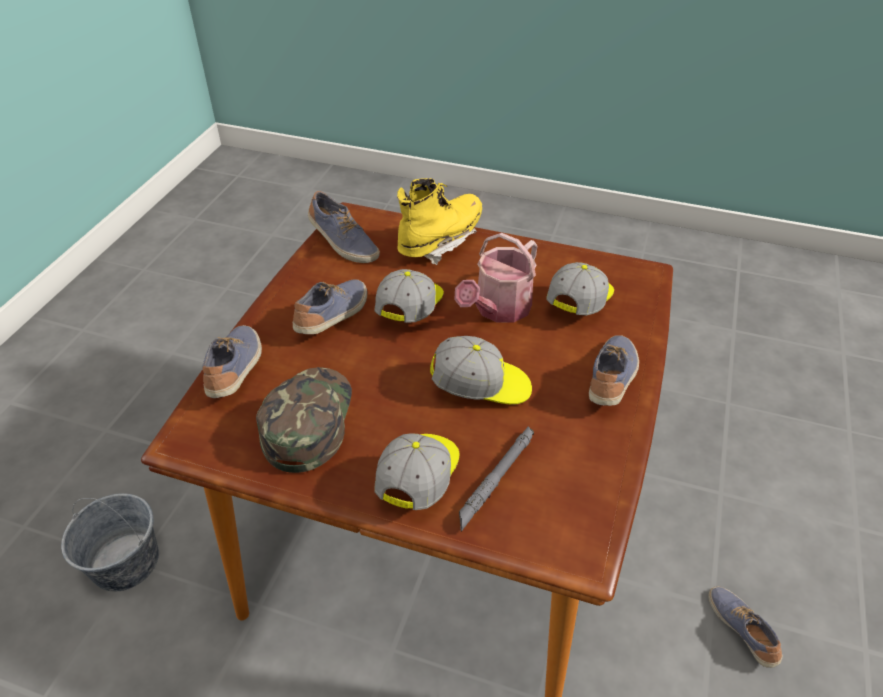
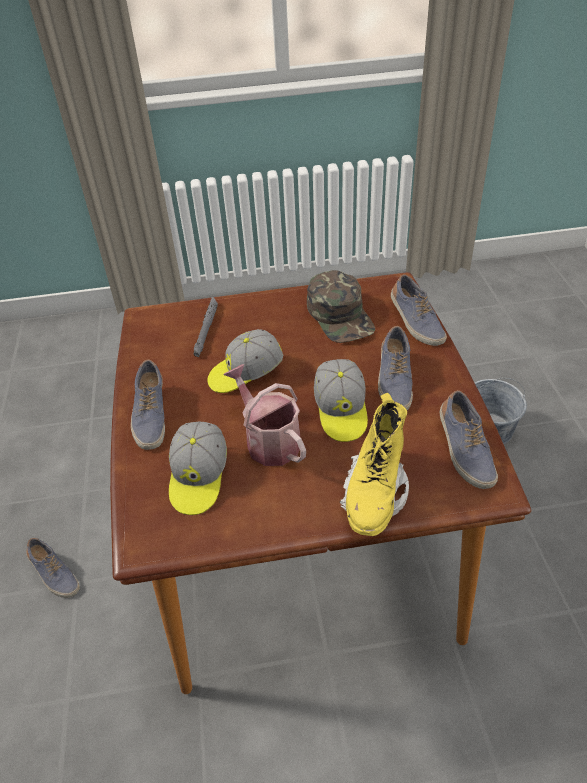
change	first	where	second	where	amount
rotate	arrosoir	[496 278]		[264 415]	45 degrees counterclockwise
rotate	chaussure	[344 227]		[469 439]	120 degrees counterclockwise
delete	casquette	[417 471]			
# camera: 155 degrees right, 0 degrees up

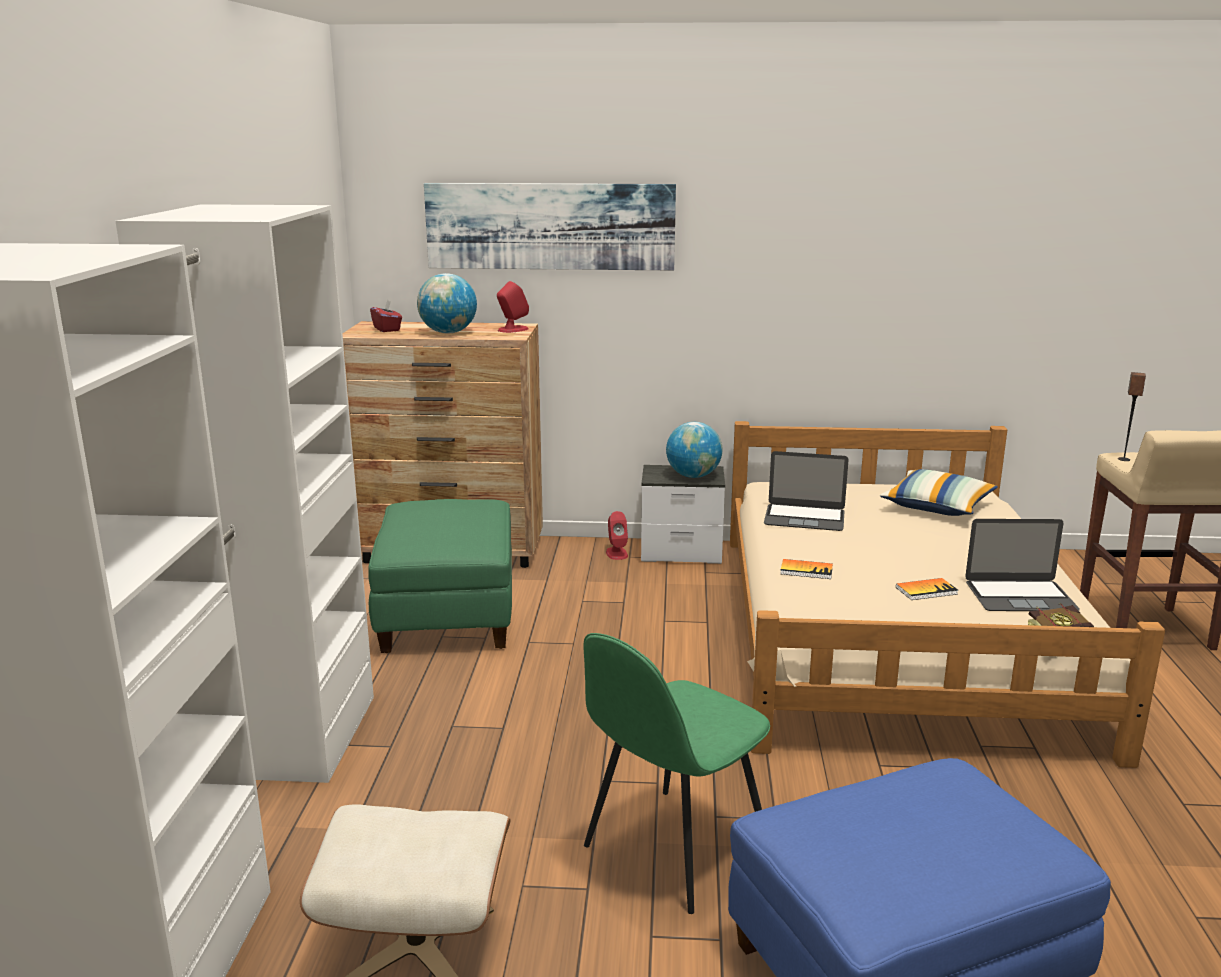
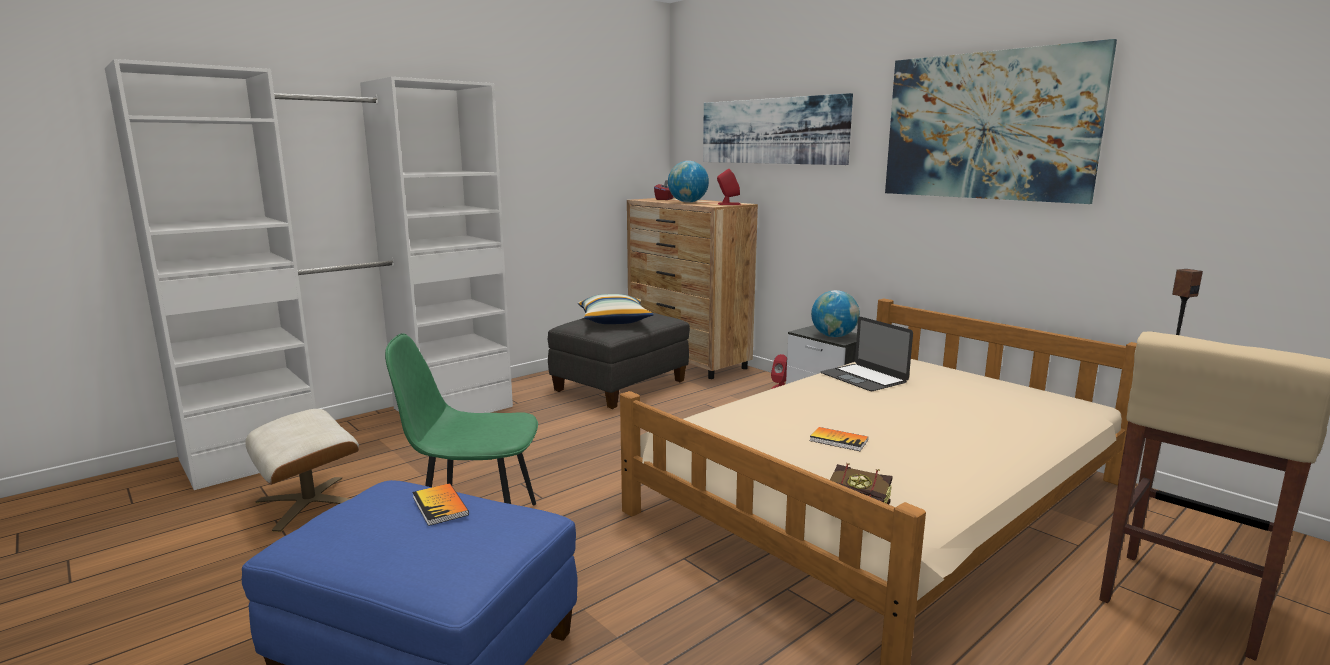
change	first	where	second	where	amount
move	livre	[806 569]		[440 504]	
recolor	pouf (vert)	[440 576]	pouf (gris)	[619 360]	
move	coussin	[939 492]		[616 309]	
insert			tableau	[1001 121]	
delete	ordinateur portable	[1022 565]			
# camera: 45 degrees right, 5 degrees down

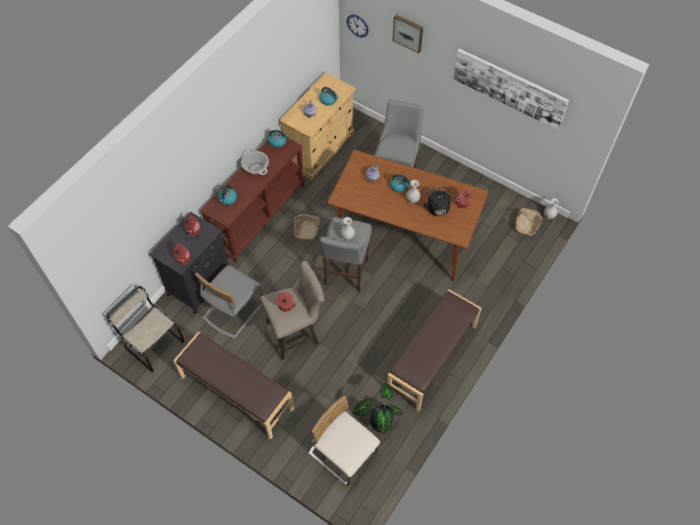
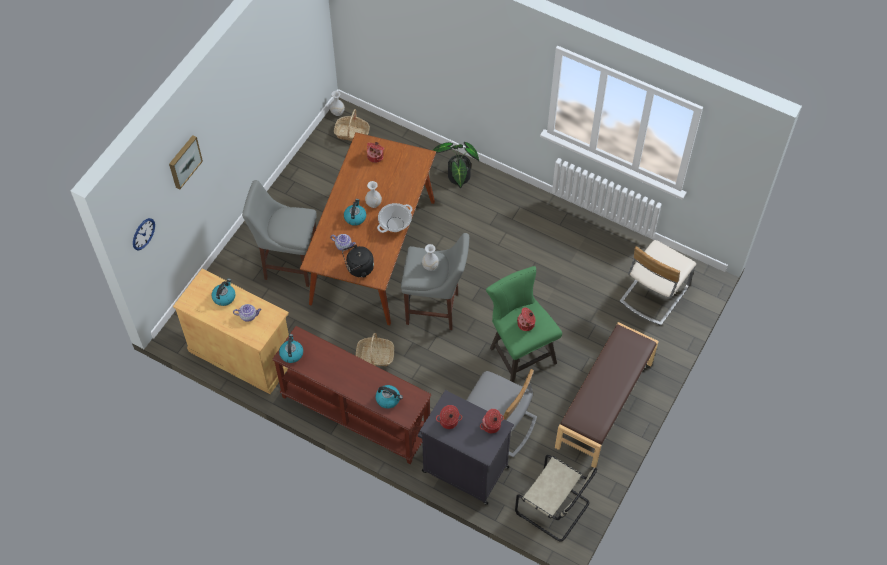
change	first	where	second	where	amount
move	bouilloire (noir)	[437 201]		[358 261]	
move	marmite	[255 163]		[394 218]	
move	plante en pot	[377 408]		[456 165]	
recolor	tabouret (beige)	[292 310]	tabouret (vert)	[524 324]	
rotate	chaise (beige)	[146 329]		[556 498]	90 degrees counterclockwise
delete	banc (marron)	[434 350]			
delete	tableau	[511 89]			
# camera: 95 degrees left, 0 degrees up

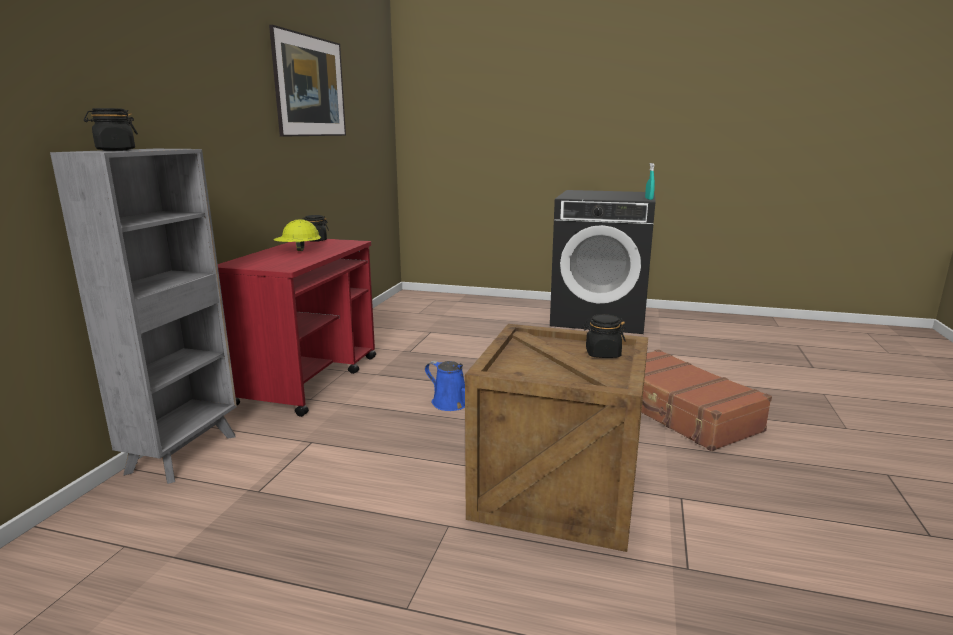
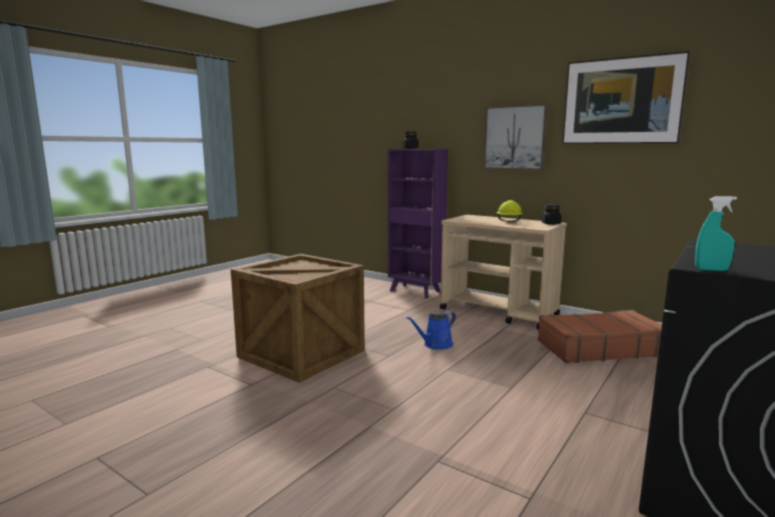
change	first	where	second	where	amount
recolor	bibliothèque (gris)	[143 316]	bibliothèque (violet)	[418 223]	
recolor	chariot (rouge)	[297 328]	chariot (beige)	[503 272]	
insert			tableau	[516 137]	
move	valise (marron)	[706 400]		[600 336]	
delete	bocal (noir)	[604 336]			
# camera: 110 degrees right, 5 degrees down

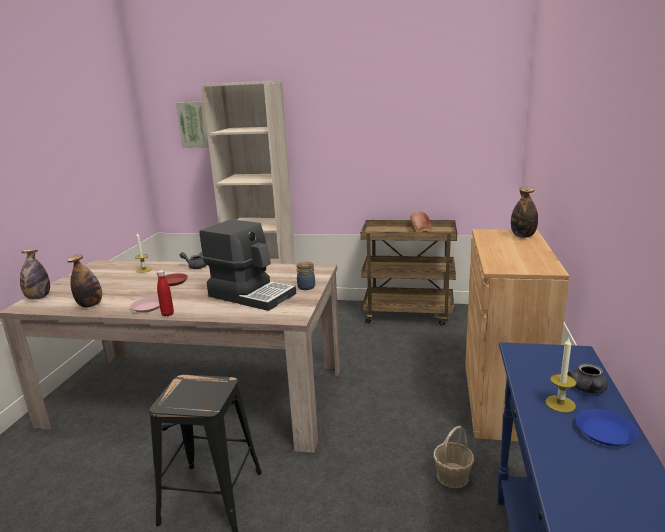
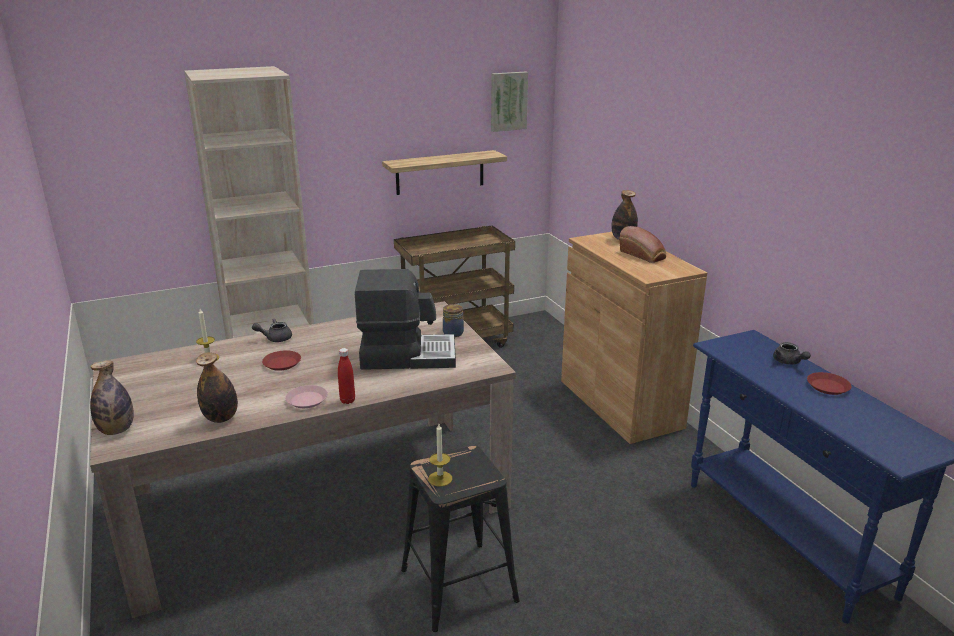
change	first	where	second	where	amount
insert			étagère	[444 172]	
move	bougie	[561 375]		[440 455]	
move	tableau	[192 124]		[509 102]	
move	pain	[421 221]		[642 244]	
recolor	assiette (bleu)	[607 427]	assiette (rouge)	[829 383]	
delete	panier	[453 457]			
# camera: 35 degrees left, 5 degrees up

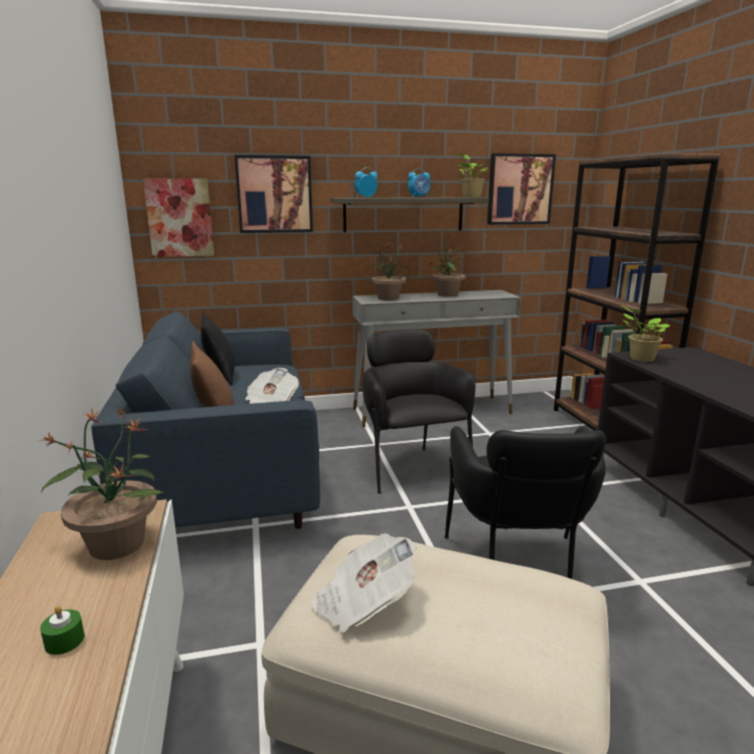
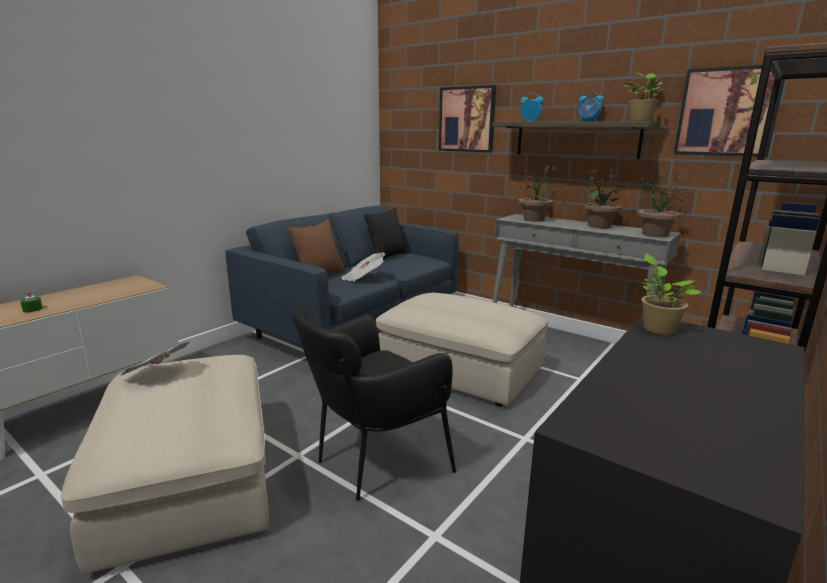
change	first	where	second	where	amount
replace	fauteuil (noir)	[419 411]	pouf (beige)	[462 350]	
move	plante en pot	[102 483]		[659 204]	
delete	tableau	[178 218]			
# camera: 50 degrees right, 0 degrees up

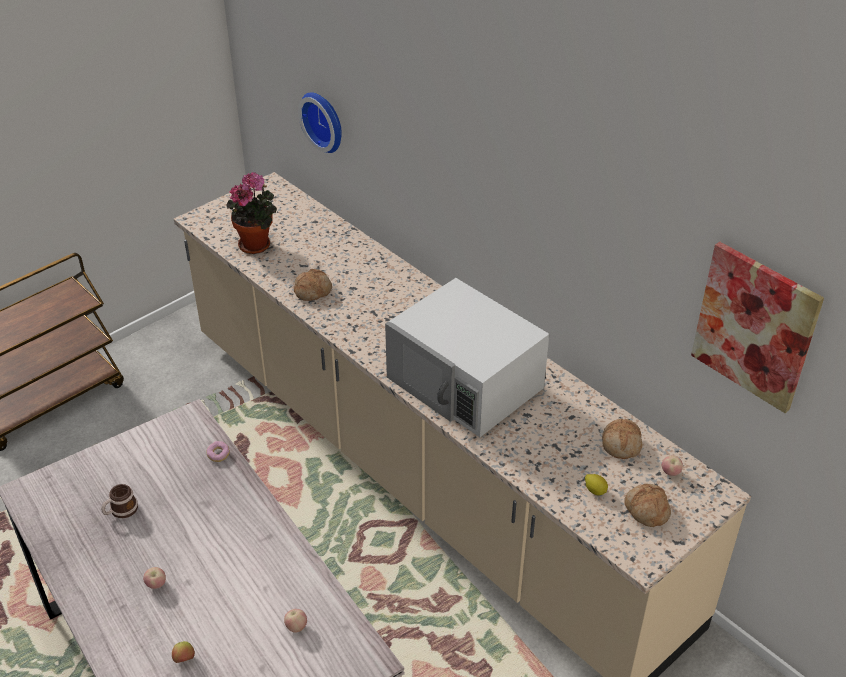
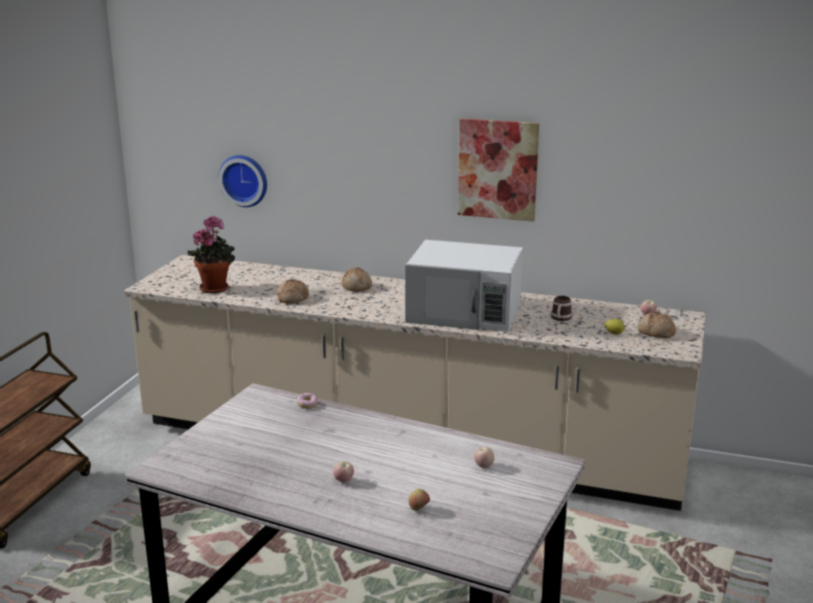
change	first	where	second	where	amount
move	pain	[622 439]		[356 280]	
move	tableau	[757 327]		[498 170]	
move	mug	[119 501]		[561 308]	
# camera: 30 degrees left, 20 degrees down

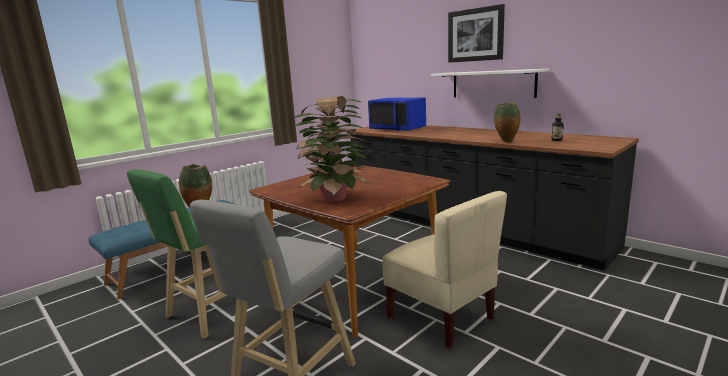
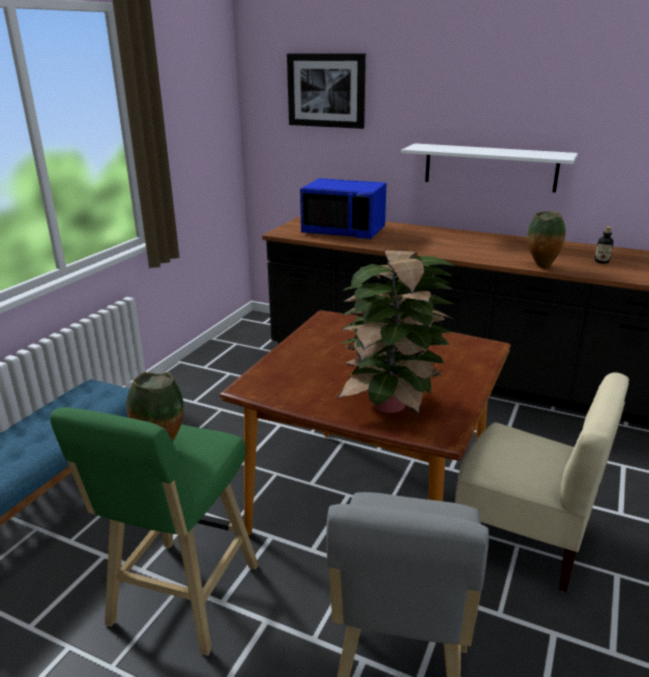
change	first	where	second	where	amount
move	tableau	[476 33]		[326 91]	
# camera: 20 degrees left, 10 degrees up

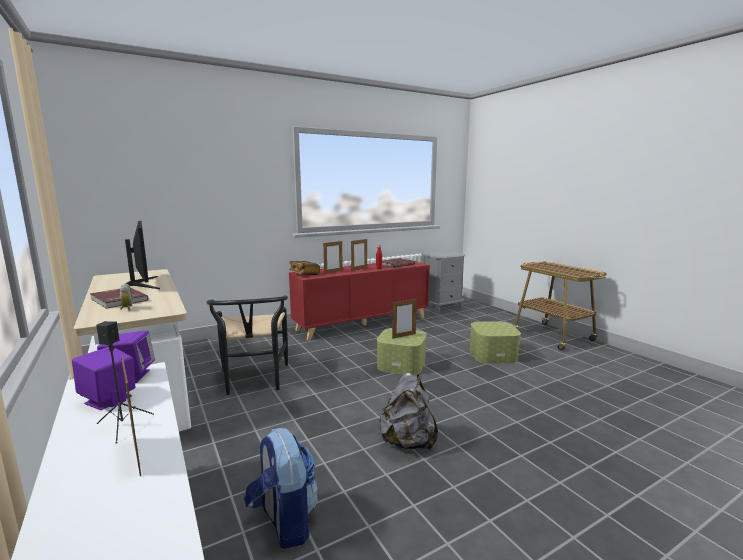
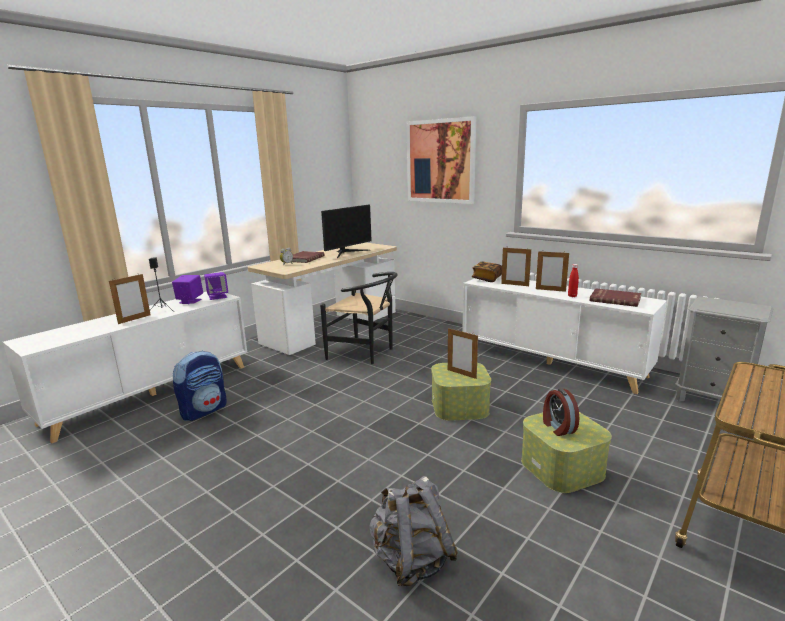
change	first	where	second	where	amount
rotate	chaise (noir)	[247 345]		[358 318]	120 degrees counterclockwise
move	sac à dos (gris)	[408 411]		[413 531]	
insert			tableau	[441 160]	
recolor	meuble de rangement (rouge)	[359 301]	meuble de rangement (blanc)	[564 335]	
insert			réveil	[561 412]	
# camera: 70 degrees right, 5 degrees up

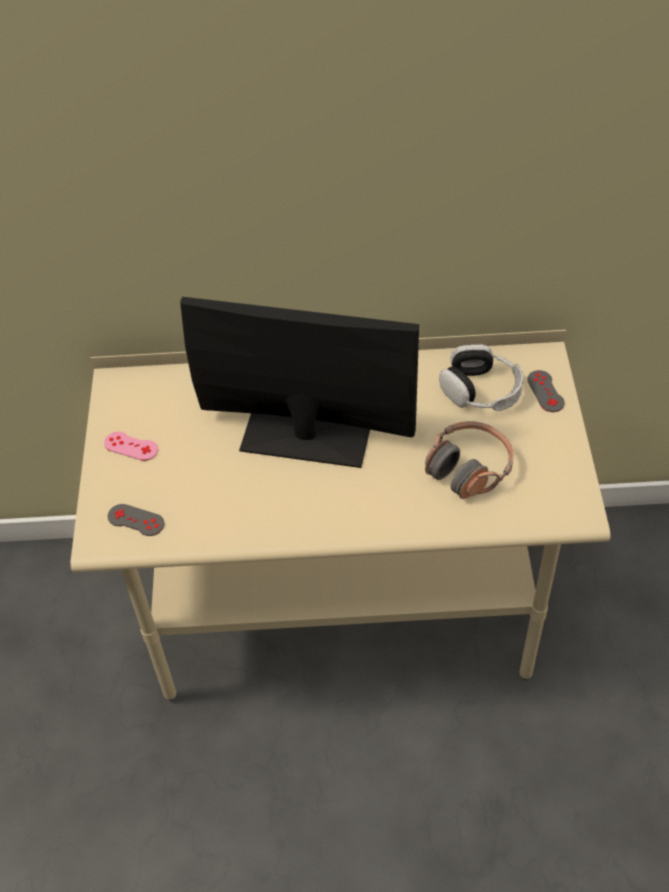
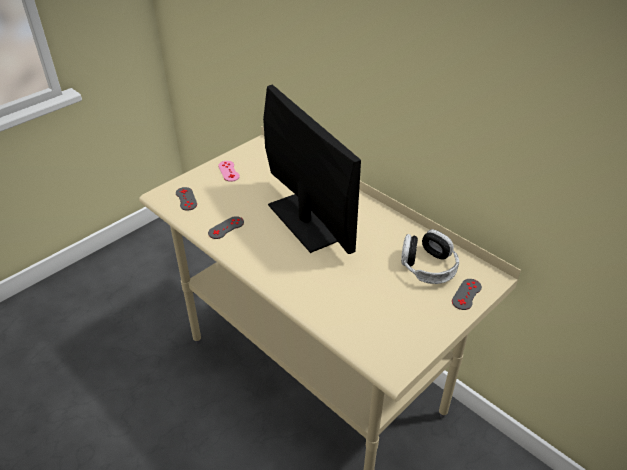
change	first	where	second	where	amount
insert			manette (gris)	[226 227]	
delete	casque audio	[469 460]			
# camera: 45 degrees right, 10 degrees down

